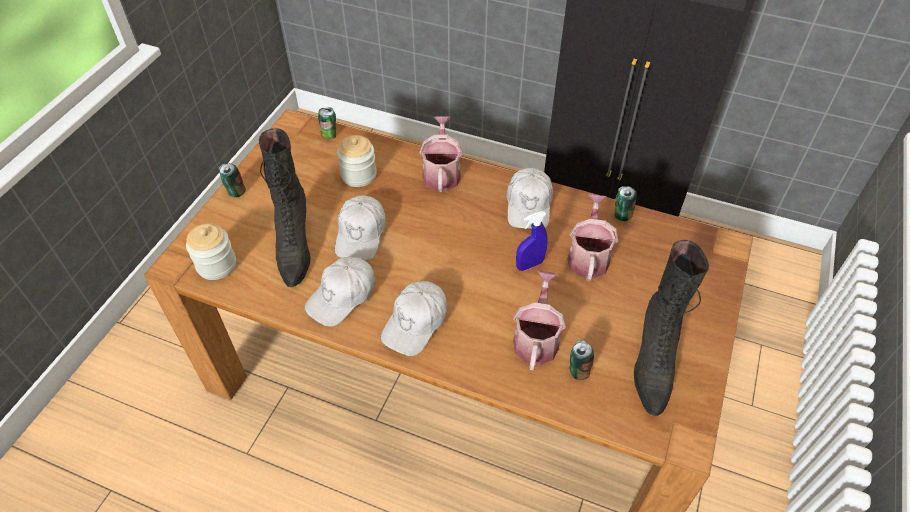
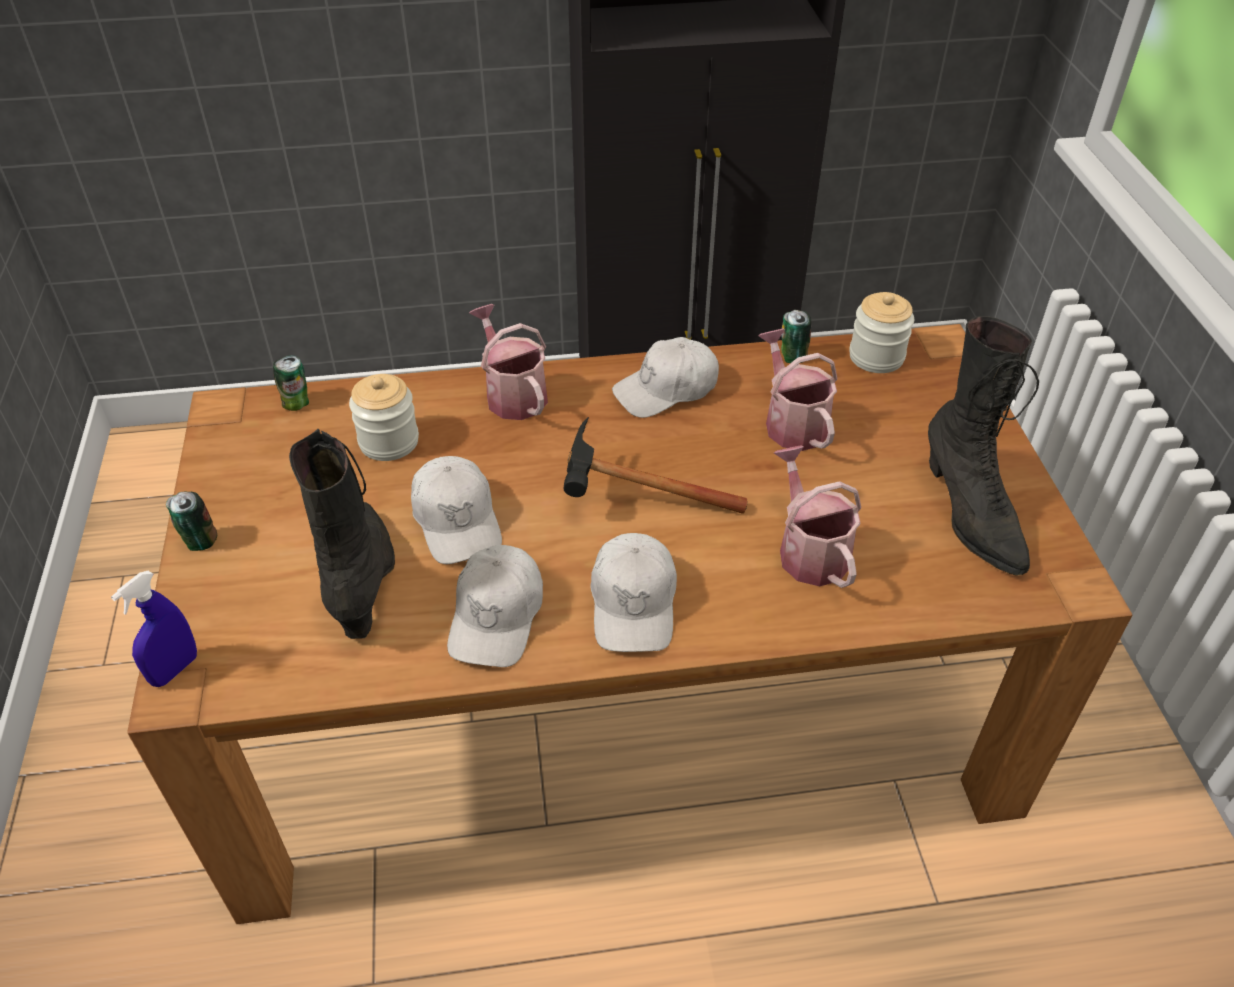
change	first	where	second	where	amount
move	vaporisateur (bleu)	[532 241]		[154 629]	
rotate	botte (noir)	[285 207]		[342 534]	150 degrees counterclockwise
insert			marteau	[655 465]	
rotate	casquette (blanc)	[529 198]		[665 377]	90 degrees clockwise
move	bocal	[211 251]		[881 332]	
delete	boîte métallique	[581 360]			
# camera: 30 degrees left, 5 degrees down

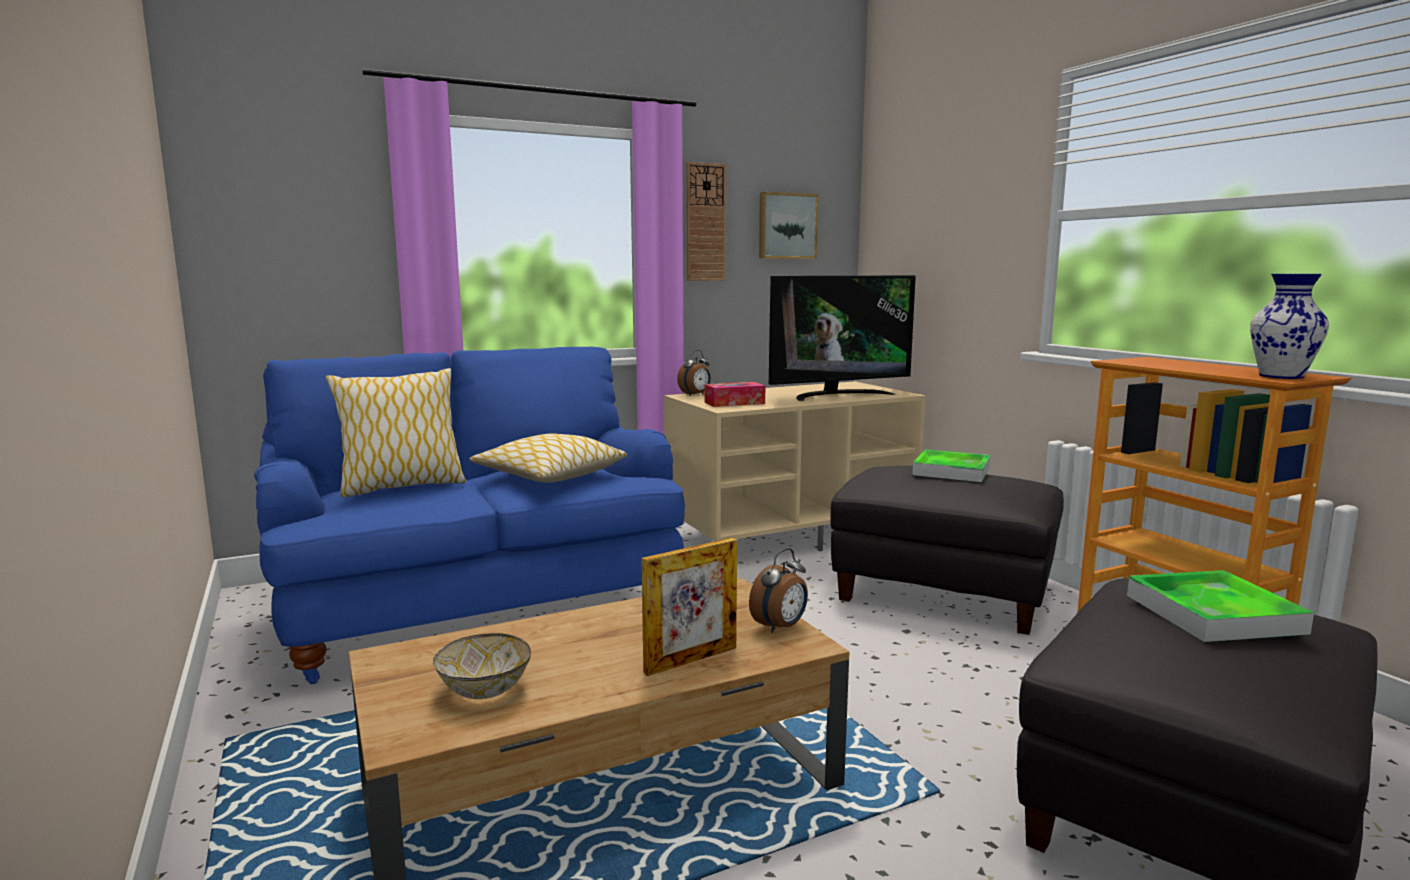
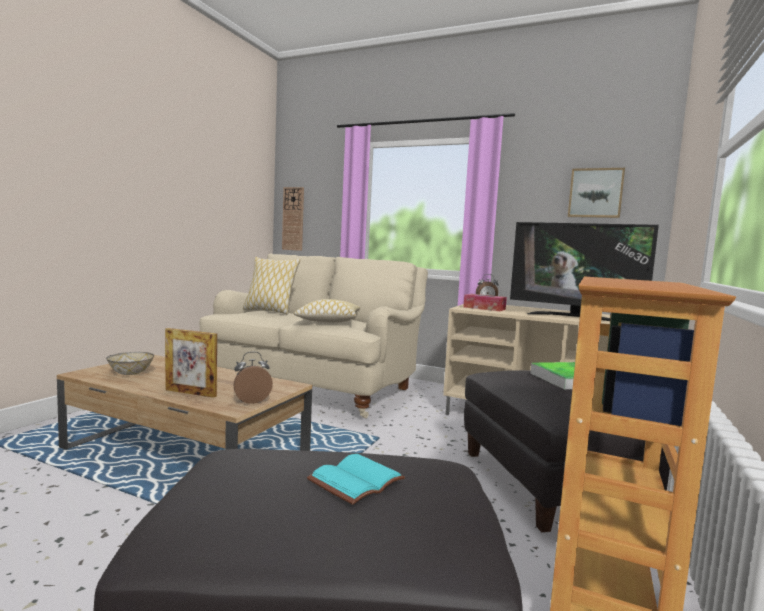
change	first	where	second	where	amount
recolor	canapé (bleu)	[469 515]	canapé (beige)	[314 335]	
rotate	réveil	[778 590]		[253 378]	150 degrees clockwise
move	horloge murale	[706 221]		[293 219]	
replace	plateau	[1220 606]	livre (turquoise)	[356 479]	
delete	vase	[1289 326]			
# camera: 50 degrees right, 5 degrees down

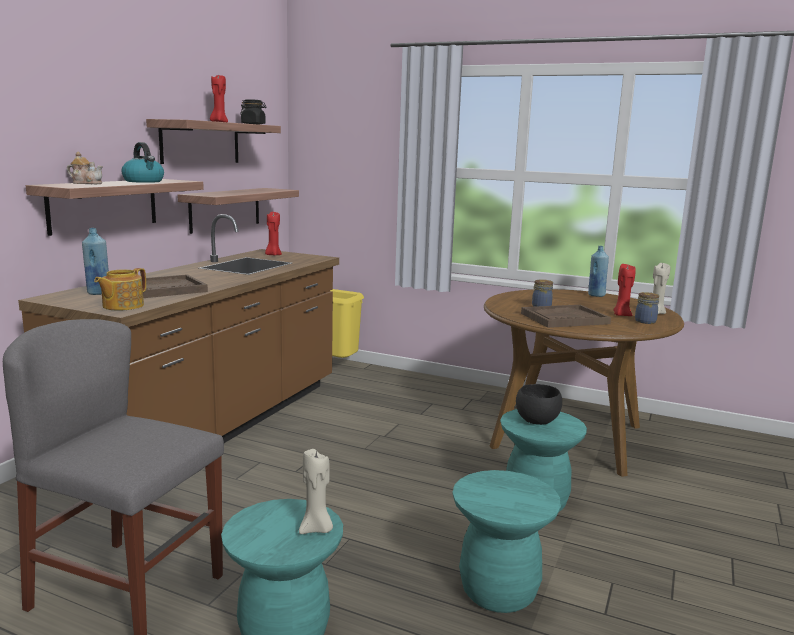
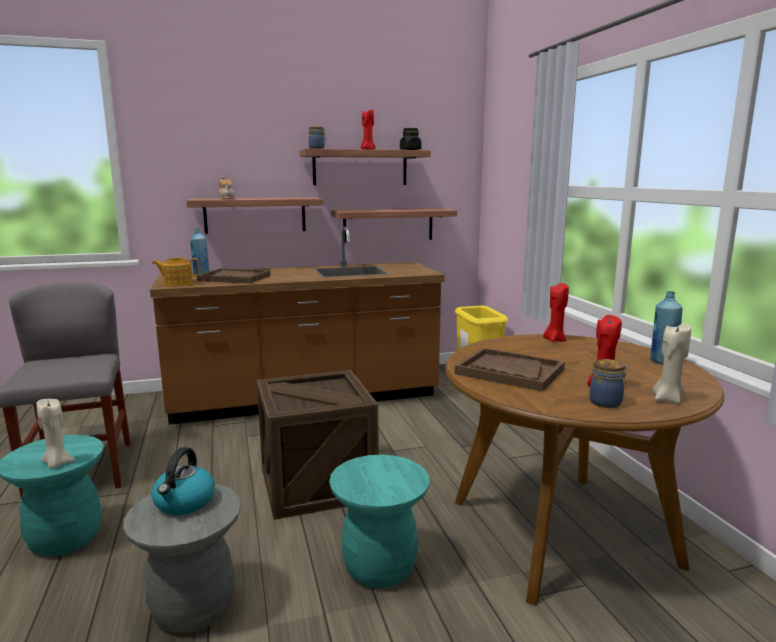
change	first	where	second	where	amount
recolor	tabouret (turquoise)	[506 541]	tabouret (gris)	[182 558]	
move	bouilloire	[142 162]		[183 481]	
insert			caisse	[317 445]	
move	bocal	[542 293]		[317 137]	
move	bougie (rouge)	[273 233]		[556 312]	
delete	bol (noir)	[539 404]			
# camera: 50 degrees right, 0 degrees up

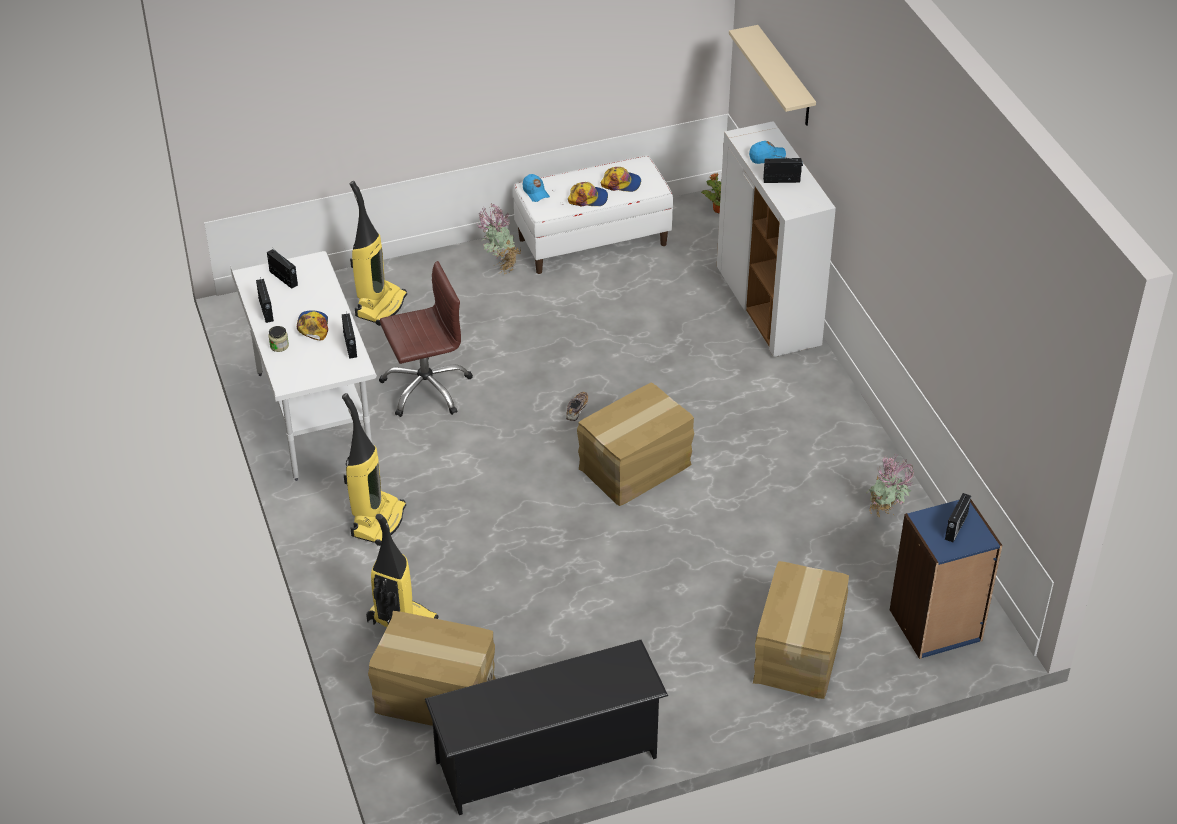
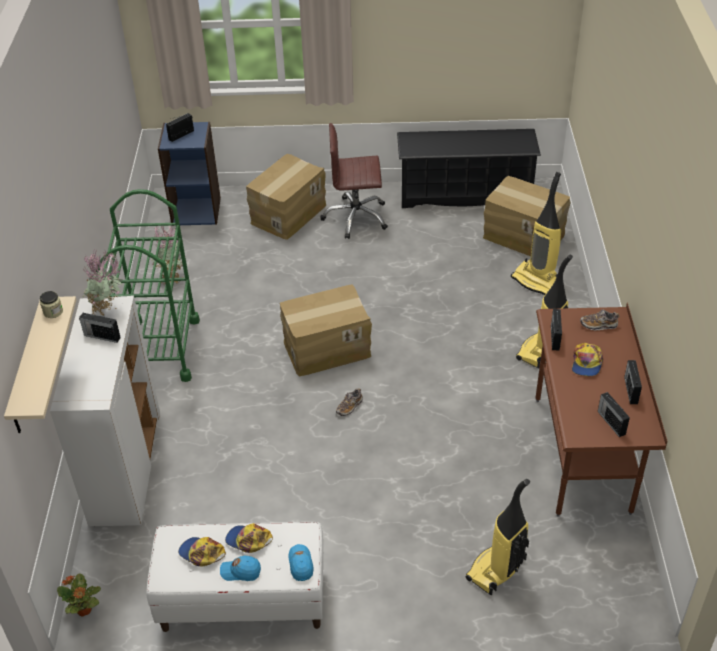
change	first	where	second	where	amount
move	bocal	[279 339]		[51 304]	
move	plante en pot	[499 239]		[103 282]	
insert			chariot (vert)	[148 285]	
move	casquette (bleu)	[767 152]		[240 568]	
move	chaise de bureau (marron)	[426 339]		[354 181]	
recolor	bureau (blanc)	[303 366]	bureau (marron)	[601 409]	
insert			chaussure	[600 319]	
# camera: 160 degrees left, 0 degrees up

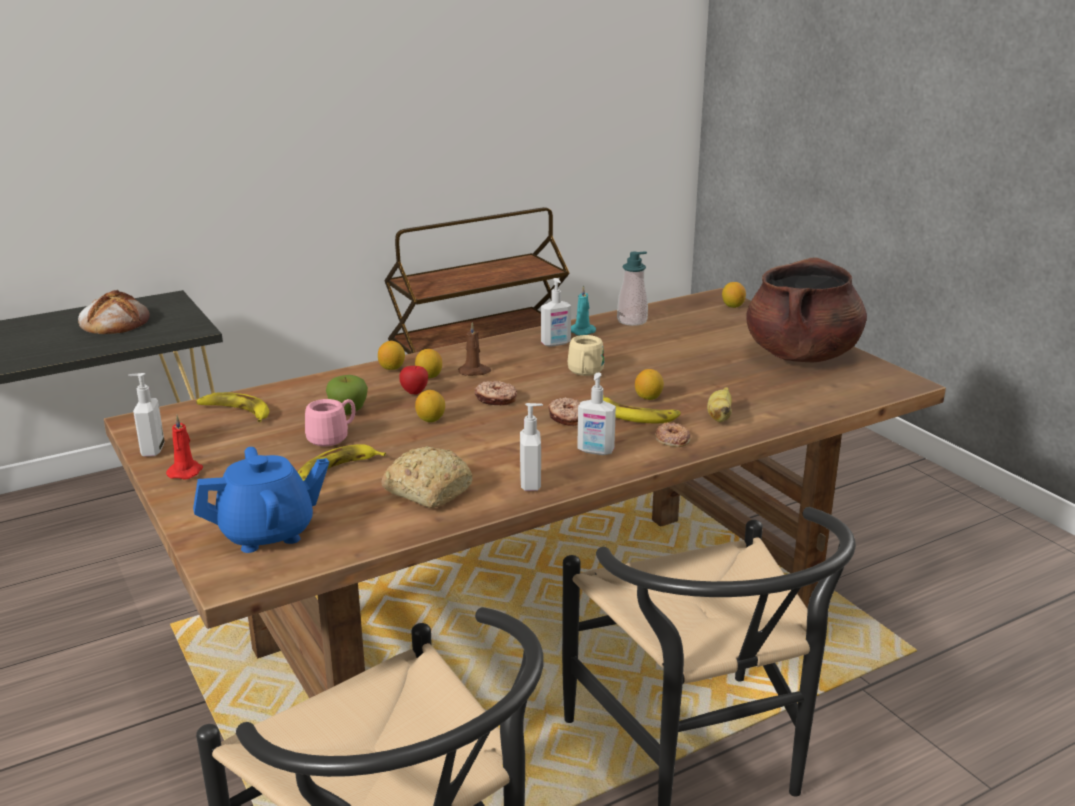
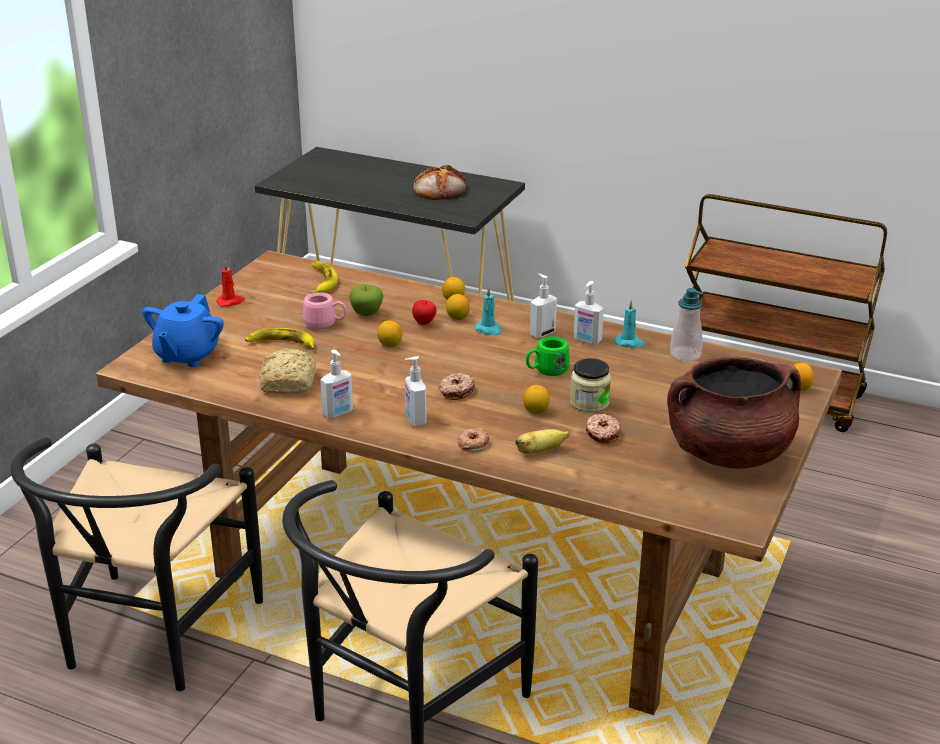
change	first	where	second	where	amount
rotate	théière (bleu)	[261 500]		[183 330]	75 degrees clockwise
recolor	bougie (marron)	[474 349]	bougie (turquoise)	[488 311]	
recolor	mug (beige)	[586 355]	mug (vert)	[548 356]	
move	distributeur de savon	[146 415]		[543 306]	
insert			bocal	[590 385]	
move	beignet	[495 393]		[603 428]	
delete	banane	[642 409]			
# camera: 55 degrees right, 5 degrees up

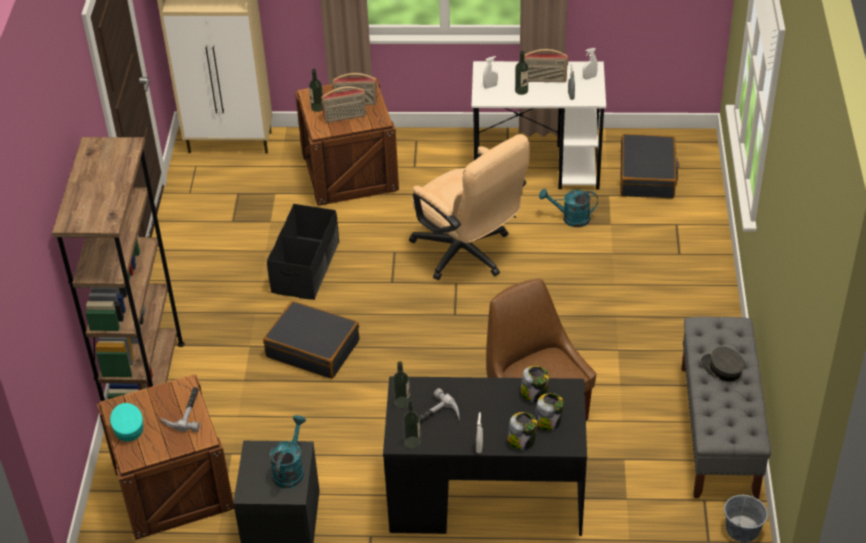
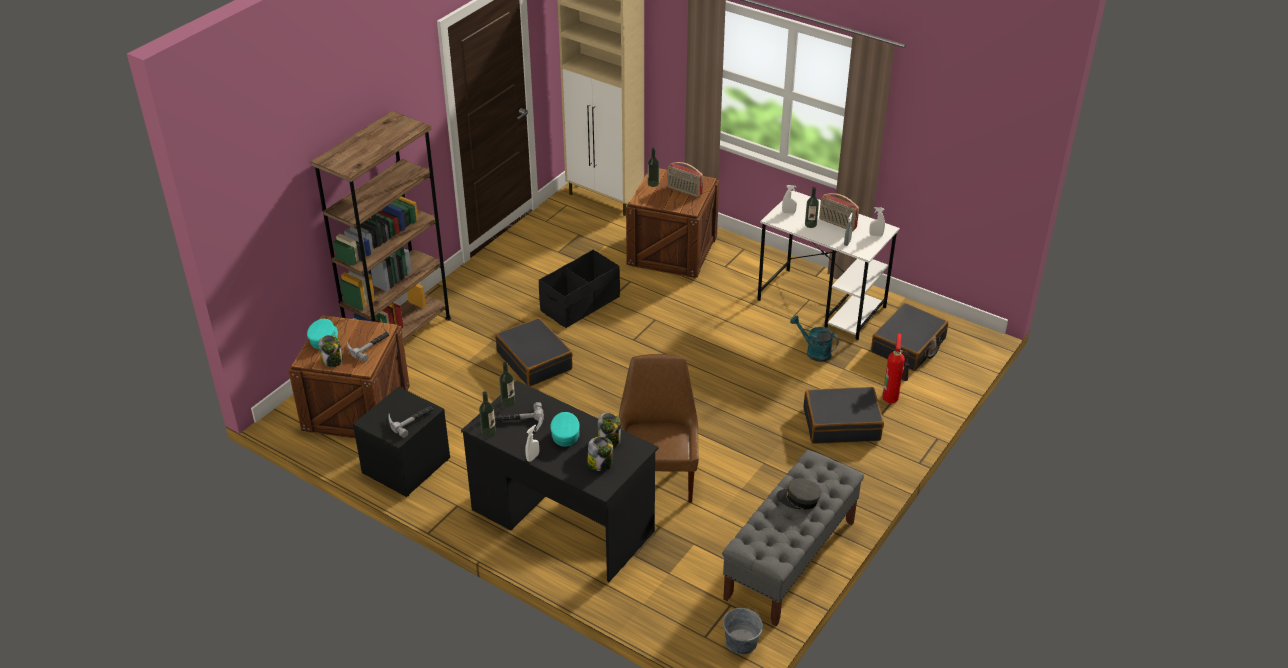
change	first	where	second	where	amount
move	bocal	[522 431]		[330 351]	
replace	arrosoir (turquoise)	[288 452]	marteau	[411 422]	
insert			casquette (turquoise)	[565 429]	
rotate	casquette (gris)	[723 364]		[799 493]	60 degrees counterclockwise
insert			valise (noir)	[843 415]	
insert			extincteur	[895 368]	
delete	radio	[344 105]			
delete	chaise de bureau (beige)	[469 207]			
# camera: 30 degrees right, 5 degrees down

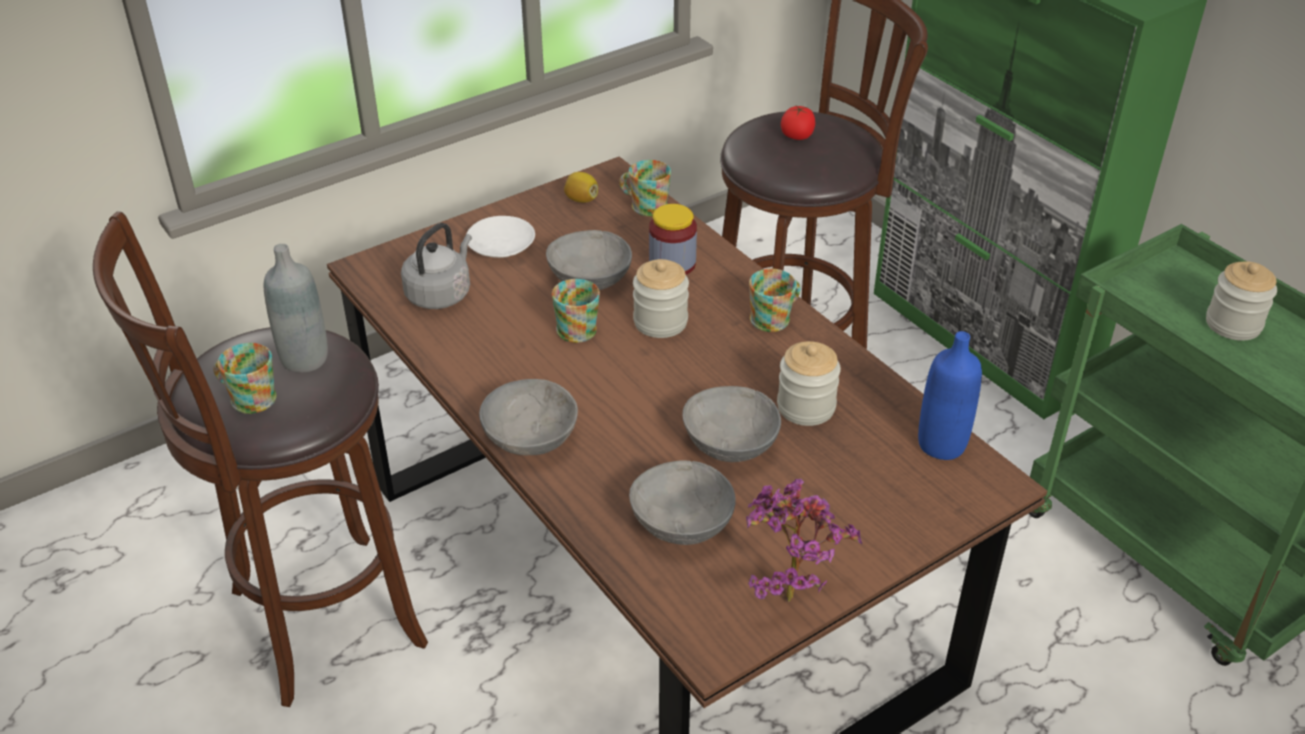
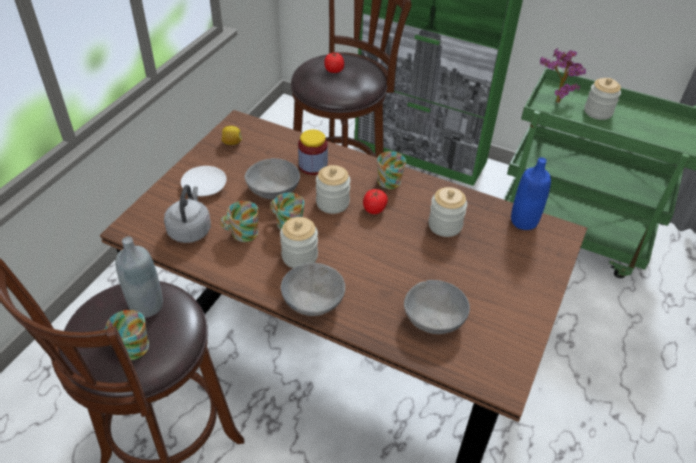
change	first	where	second	where	amount
move	mug	[645 188]		[239 221]	
insert			bocal	[299 242]	
insert			tomate	[375 201]	
move	plante en pot	[804 540]		[563 75]	
delete	bol (gris)	[731 424]			
# camera: 30 degrees left, 5 degrees up

